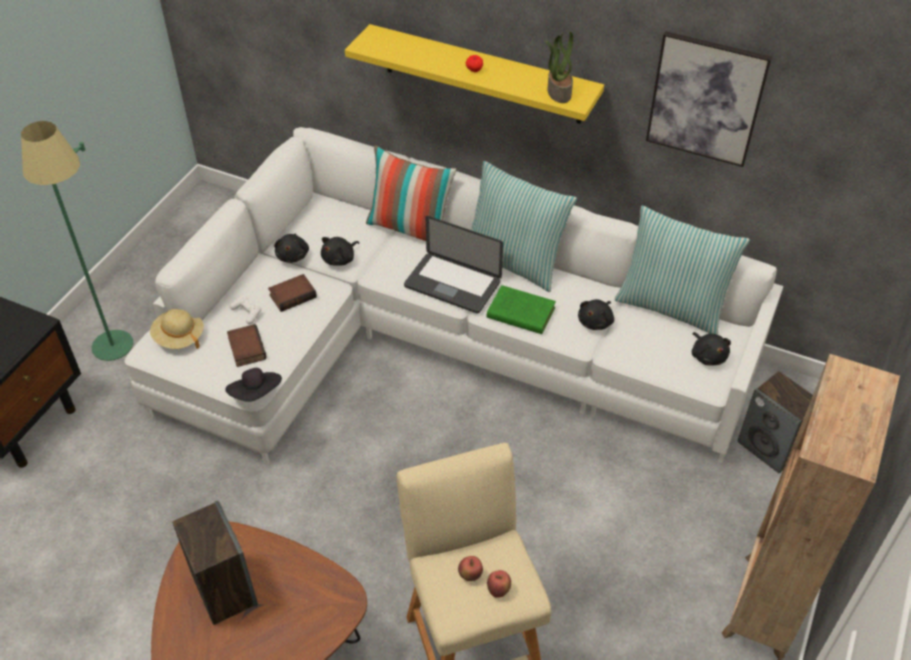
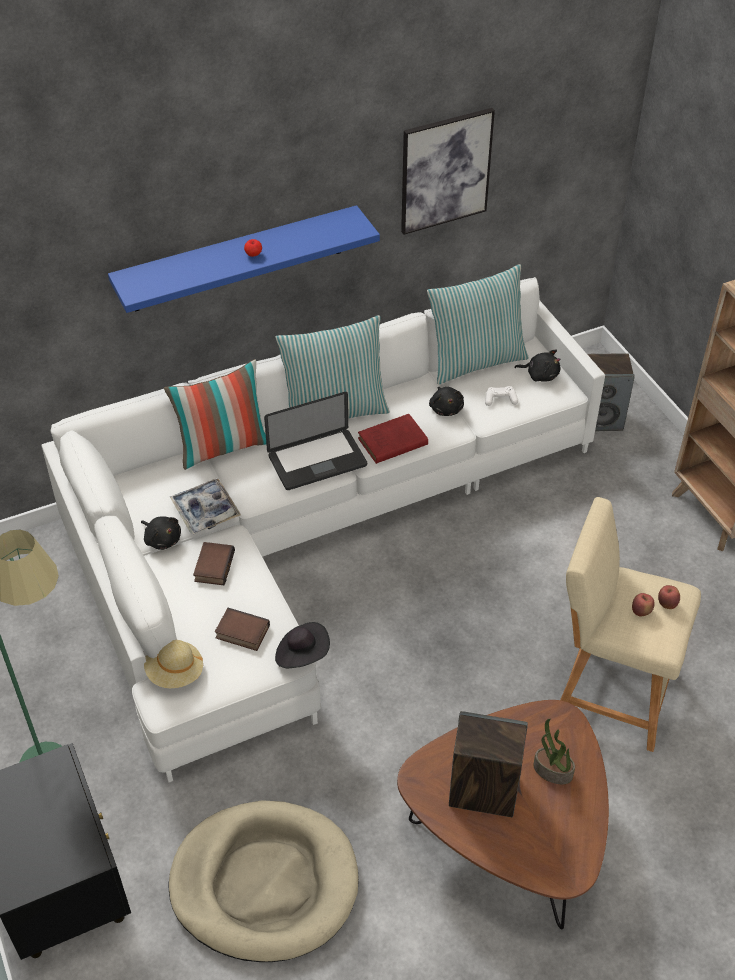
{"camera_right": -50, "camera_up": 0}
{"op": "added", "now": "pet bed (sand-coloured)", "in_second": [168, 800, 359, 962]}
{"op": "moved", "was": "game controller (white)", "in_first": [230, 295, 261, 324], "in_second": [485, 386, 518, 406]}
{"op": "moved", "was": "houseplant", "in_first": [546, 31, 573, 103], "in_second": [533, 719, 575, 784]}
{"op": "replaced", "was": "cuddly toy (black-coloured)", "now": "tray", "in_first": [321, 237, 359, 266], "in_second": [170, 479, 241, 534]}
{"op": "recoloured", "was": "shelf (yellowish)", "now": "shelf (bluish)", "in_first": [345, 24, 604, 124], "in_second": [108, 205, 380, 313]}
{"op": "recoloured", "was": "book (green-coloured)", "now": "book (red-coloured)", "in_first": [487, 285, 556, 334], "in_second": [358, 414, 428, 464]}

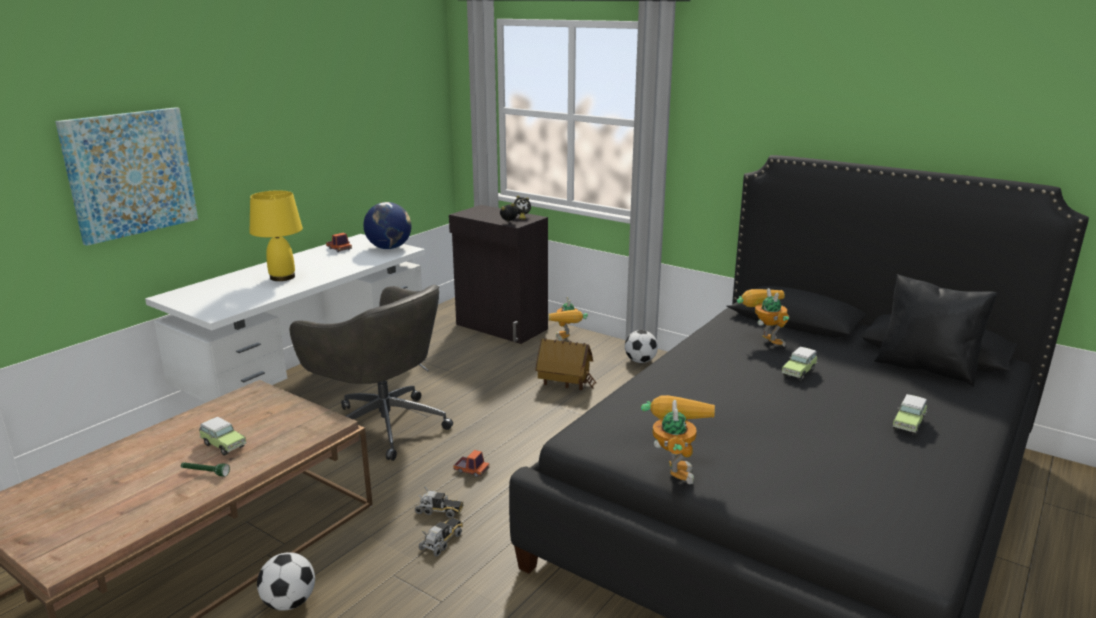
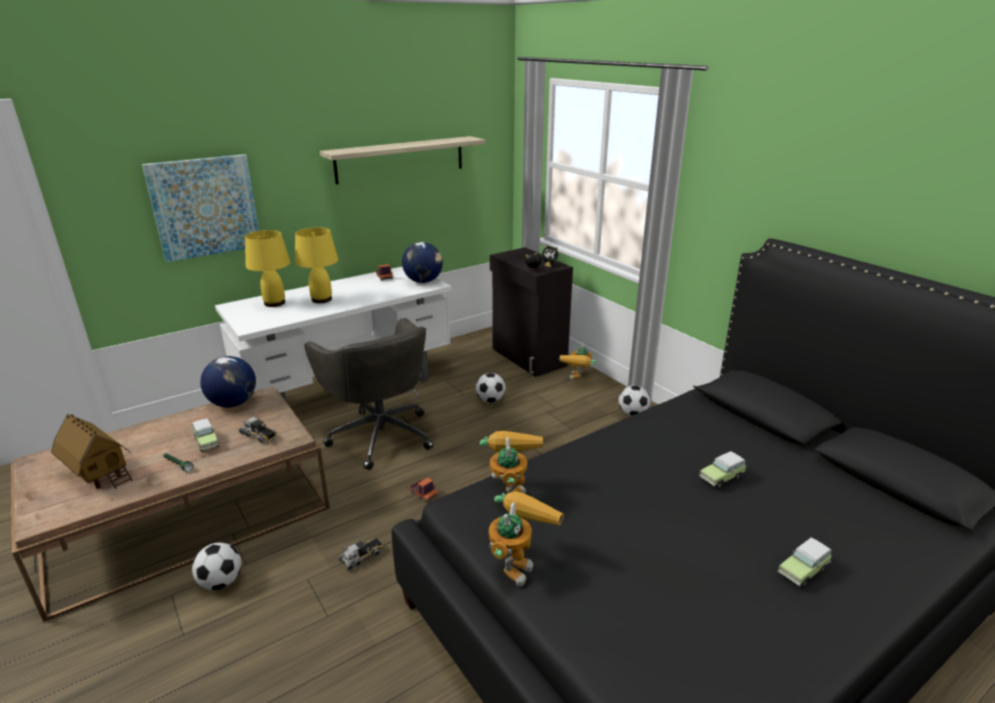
{"camera_right": 20, "camera_up": 5}
{"op": "removed", "was": "cushion (black-coloured)", "in_first": [874, 274, 998, 387]}
{"op": "added", "now": "globe", "in_second": [200, 356, 256, 407]}
{"op": "added", "now": "lamp for a table (yellowish)", "in_second": [245, 230, 290, 307]}
{"op": "added", "now": "shelf", "in_second": [320, 136, 485, 184]}
{"op": "added", "now": "football", "in_second": [476, 373, 506, 403]}
{"op": "moved", "was": "toy truck", "in_first": [415, 486, 464, 518], "in_second": [239, 413, 277, 443]}
{"op": "moved", "was": "miniature house", "in_first": [535, 338, 596, 390], "in_second": [51, 414, 133, 489]}
{"op": "moved", "was": "model robot", "in_first": [737, 288, 789, 347], "in_second": [480, 431, 543, 494]}

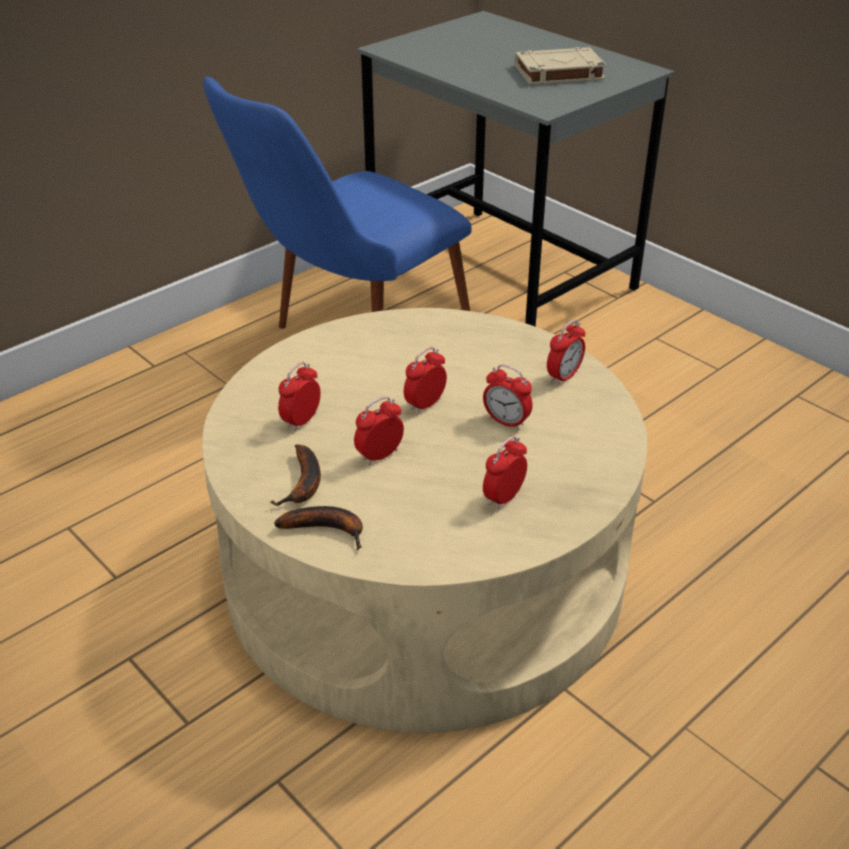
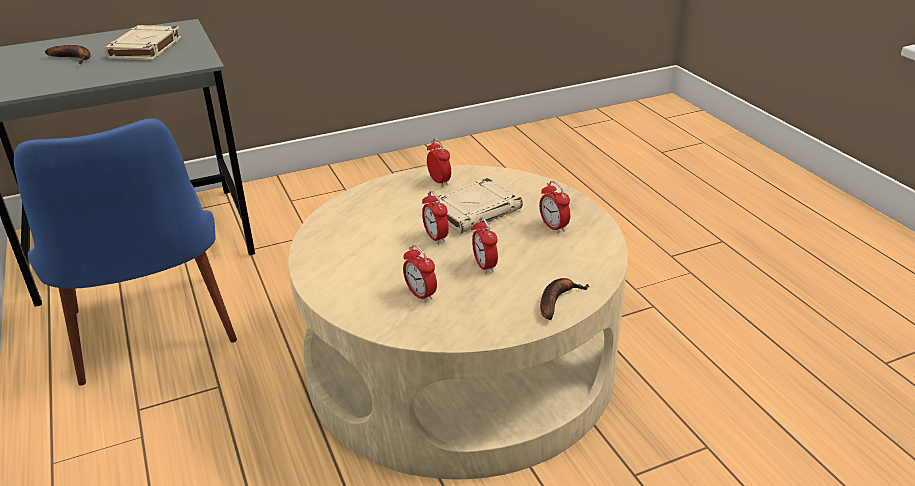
{"camera_right": -70, "camera_up": -5}
{"op": "moved", "was": "banana fruit", "in_first": [270, 444, 321, 506], "in_second": [45, 45, 91, 64]}
{"op": "replaced", "was": "alarm clock", "now": "book (sand-coloured)", "in_first": [483, 364, 533, 430], "in_second": [431, 178, 523, 234]}

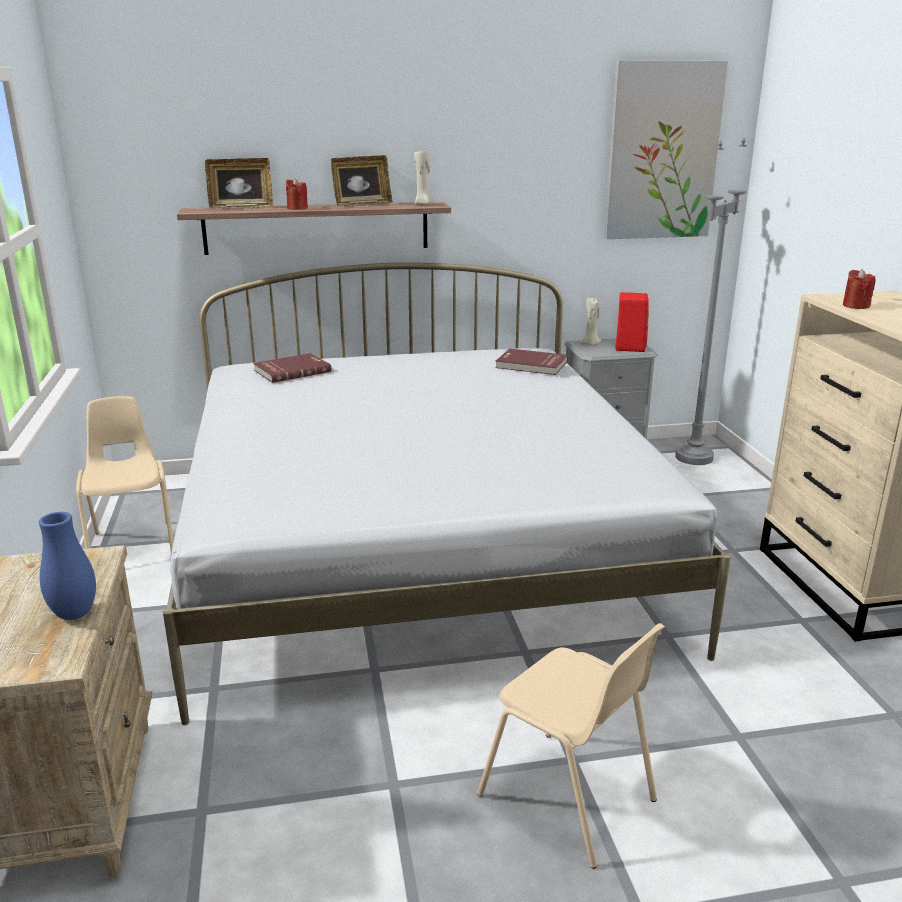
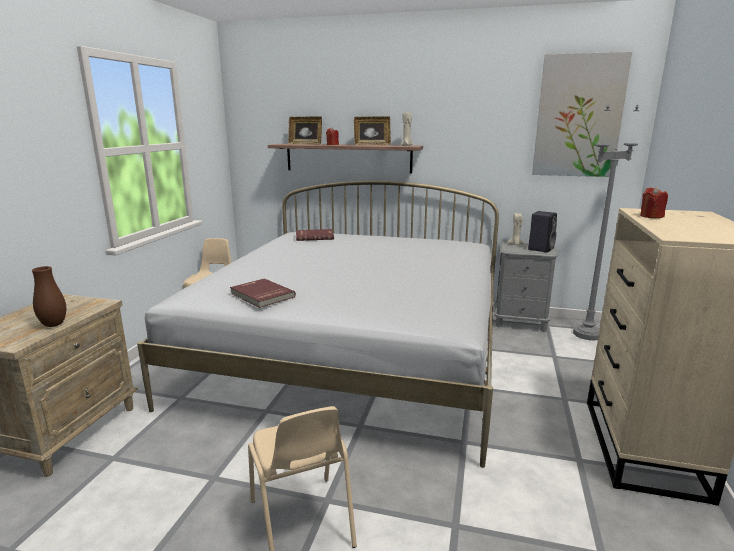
{"camera_right": 25, "camera_up": -5}
{"op": "moved", "was": "book (red-coloured)", "in_first": [495, 349, 568, 375], "in_second": [230, 278, 296, 308]}
{"op": "recoloured", "was": "decorative vase (bluish)", "now": "decorative vase (brown)", "in_first": [39, 512, 96, 620], "in_second": [32, 266, 66, 327]}
{"op": "recoloured", "was": "loudspeaker (red-coloured)", "now": "loudspeaker (black-coloured)", "in_first": [615, 292, 649, 352], "in_second": [528, 211, 557, 252]}

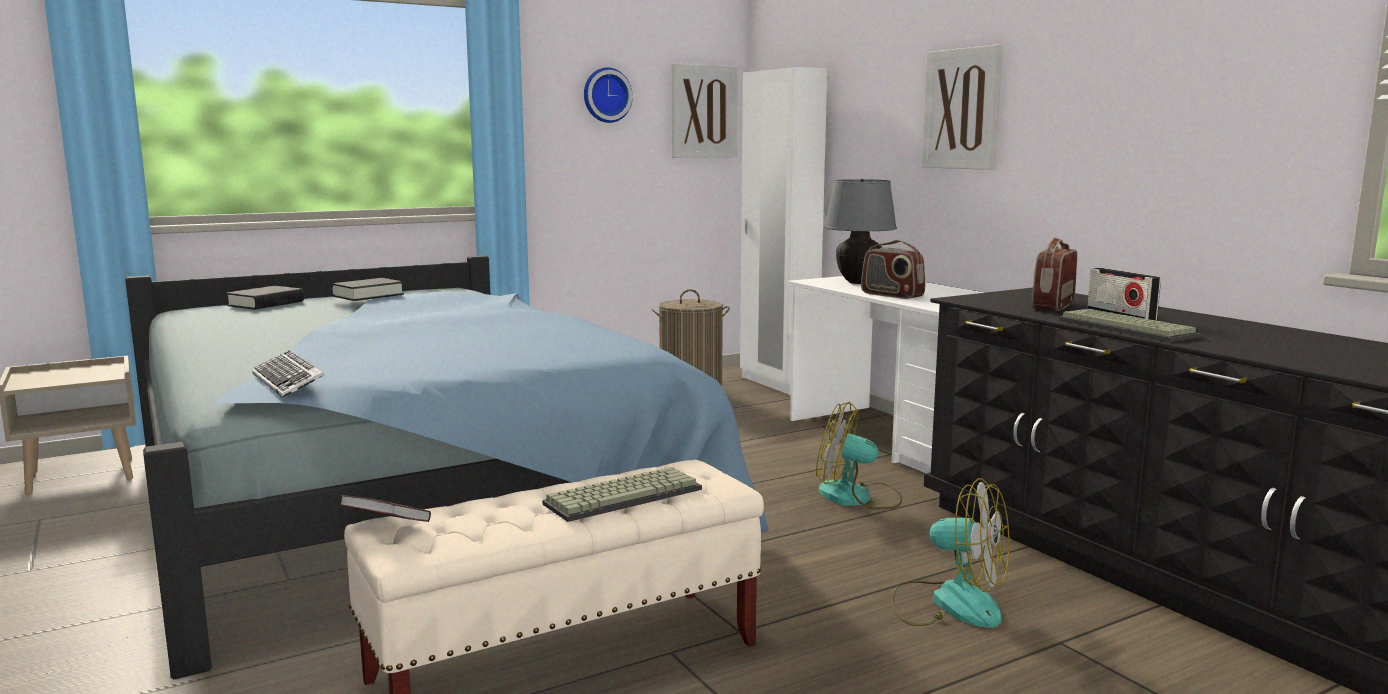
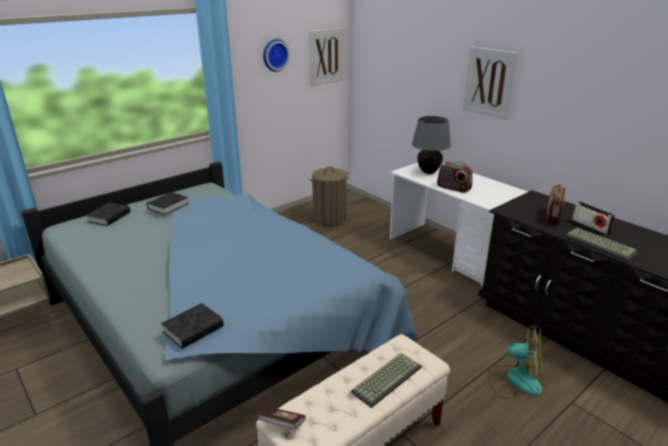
{"camera_right": -10, "camera_up": 15}
{"op": "removed", "was": "clothes cupboard (white)", "in_first": [740, 67, 827, 395]}
{"op": "removed", "was": "fan", "in_first": [816, 402, 902, 510]}
{"op": "replaced", "was": "keyboard", "now": "book (black-coloured)", "in_first": [252, 350, 325, 398], "in_second": [161, 303, 224, 349]}

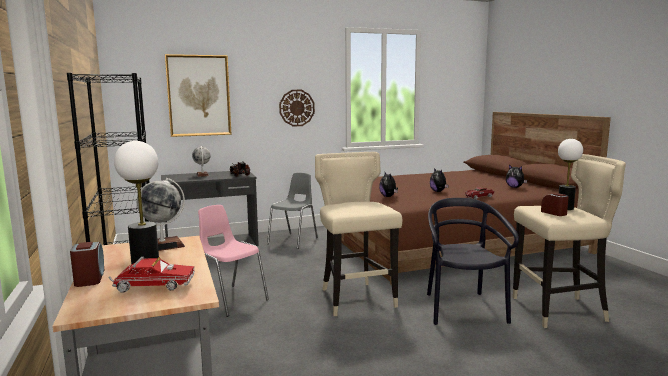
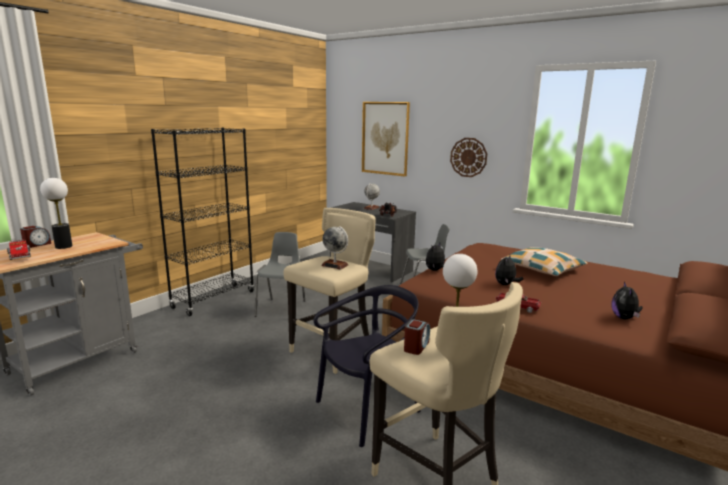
{"camera_right": 55, "camera_up": 5}
{"op": "added", "now": "cushion", "in_second": [501, 247, 587, 276]}
{"op": "moved", "was": "globe", "in_first": [137, 178, 185, 251], "in_second": [321, 226, 348, 270]}
{"op": "recoloured", "was": "upright chair (pink-coloured)", "now": "upright chair (gray)", "in_first": [198, 205, 269, 317], "in_second": [254, 232, 305, 317]}

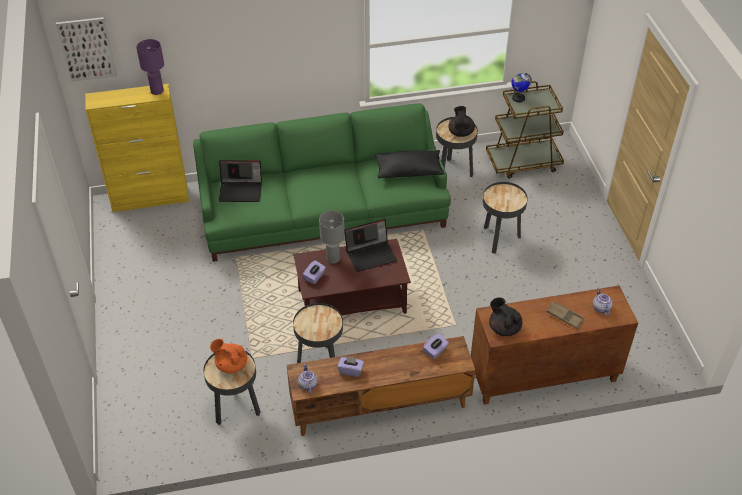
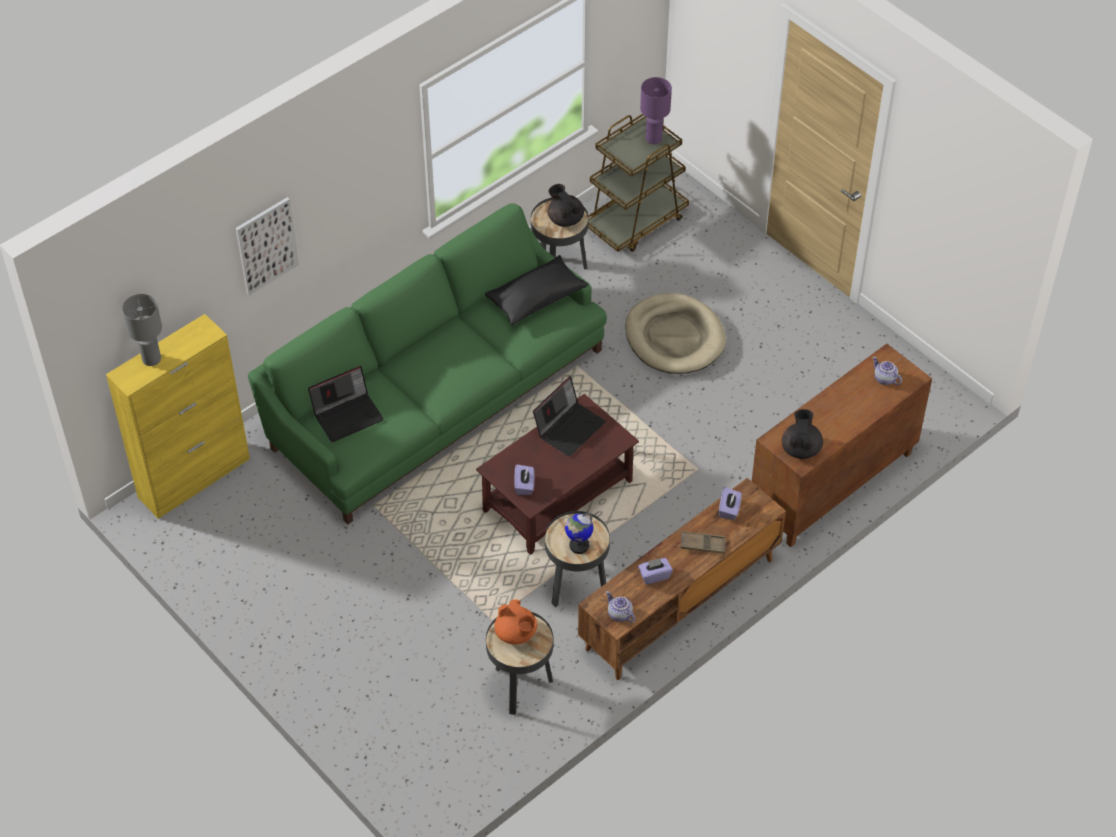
{"camera_right": -30, "camera_up": 5}
{"op": "moved", "was": "wall picture", "in_first": [56, 17, 117, 82], "in_second": [235, 197, 299, 295]}
{"op": "moved", "was": "lamp for a table (purple-coloured)", "in_first": [136, 39, 164, 95], "in_second": [640, 77, 672, 144]}
{"op": "moved", "was": "lamp for a table (gray)", "in_first": [319, 211, 345, 264], "in_second": [122, 294, 162, 366]}
{"op": "moved", "was": "globe", "in_first": [512, 73, 532, 102], "in_second": [565, 513, 593, 554]}
{"op": "moved", "was": "tray (brown)", "in_first": [547, 301, 584, 329], "in_second": [681, 531, 725, 554]}
{"op": "replaced", "was": "side table (black-coloured)", "now": "pet bed (sand-coloured)", "in_first": [482, 182, 528, 254], "in_second": [625, 293, 726, 374]}
{"op": "turned", "was": "tea pot (orange)", "in_first": [210, 339, 247, 374], "in_second": [494, 599, 537, 645], "clockwise": -120}
{"op": "turned", "was": "tea pot (black-coloured)", "in_first": [489, 297, 522, 336], "in_second": [782, 409, 823, 459], "clockwise": 75}

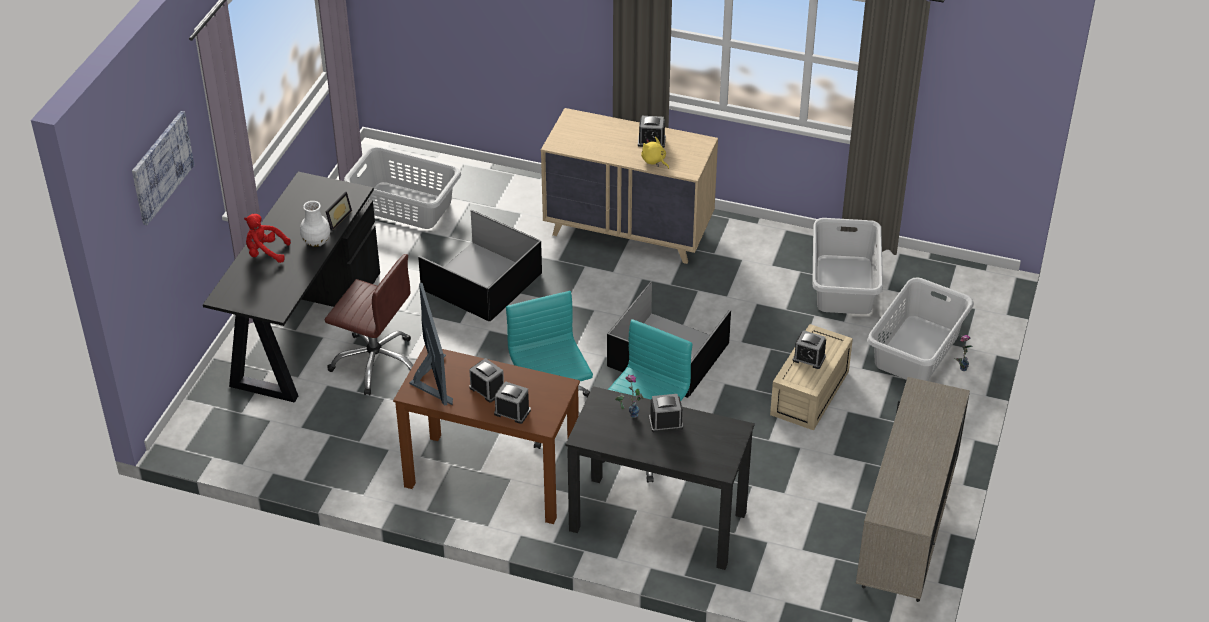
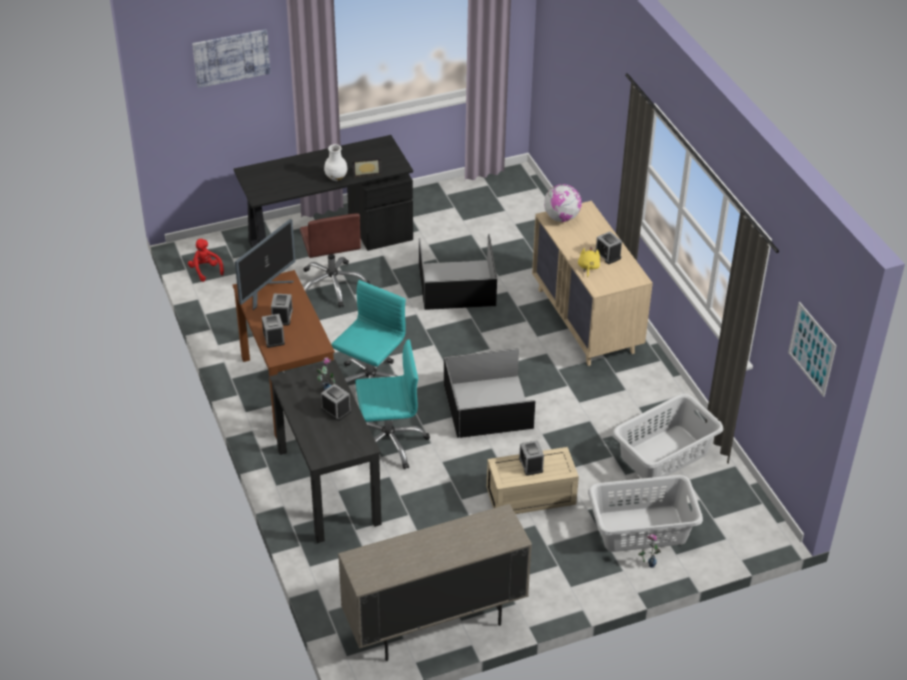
{"camera_right": 50, "camera_up": 0}
{"op": "removed", "was": "washing basket (gray)", "in_first": [344, 147, 461, 229]}
{"op": "added", "now": "globe", "in_second": [544, 184, 582, 222]}
{"op": "added", "now": "wall picture", "in_second": [788, 302, 837, 397]}
{"op": "moved", "was": "cuddly toy (red-coloured)", "in_first": [244, 214, 291, 263], "in_second": [188, 239, 224, 282]}

